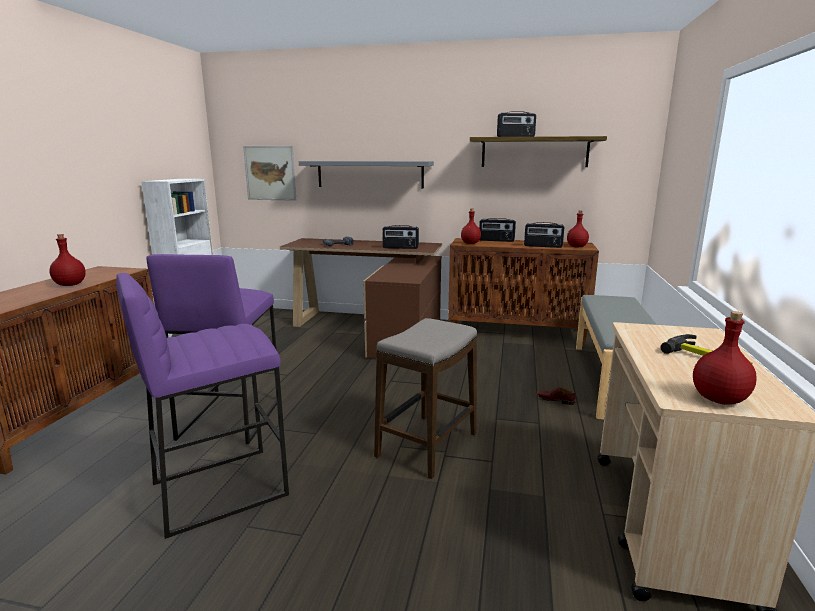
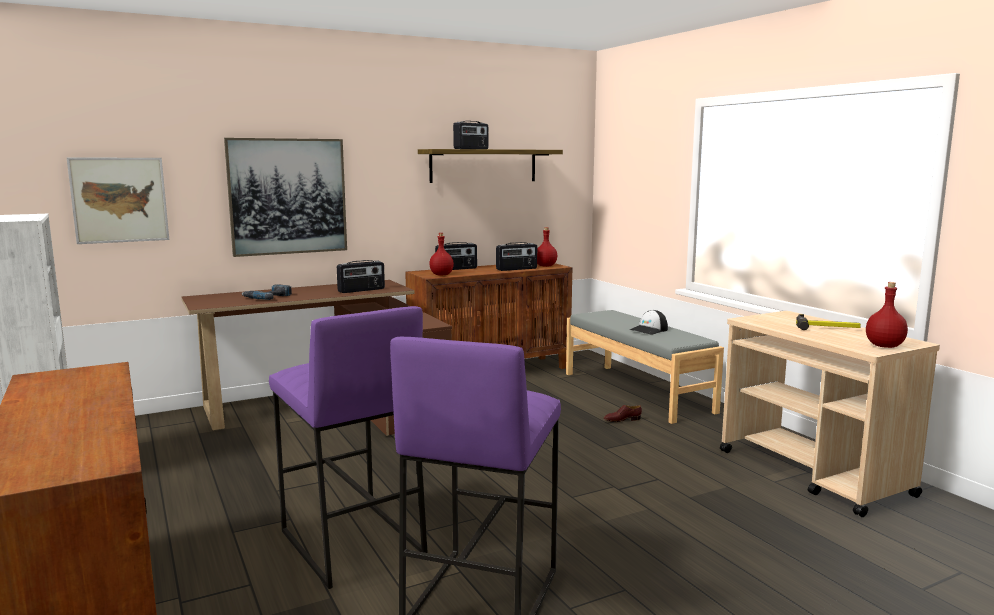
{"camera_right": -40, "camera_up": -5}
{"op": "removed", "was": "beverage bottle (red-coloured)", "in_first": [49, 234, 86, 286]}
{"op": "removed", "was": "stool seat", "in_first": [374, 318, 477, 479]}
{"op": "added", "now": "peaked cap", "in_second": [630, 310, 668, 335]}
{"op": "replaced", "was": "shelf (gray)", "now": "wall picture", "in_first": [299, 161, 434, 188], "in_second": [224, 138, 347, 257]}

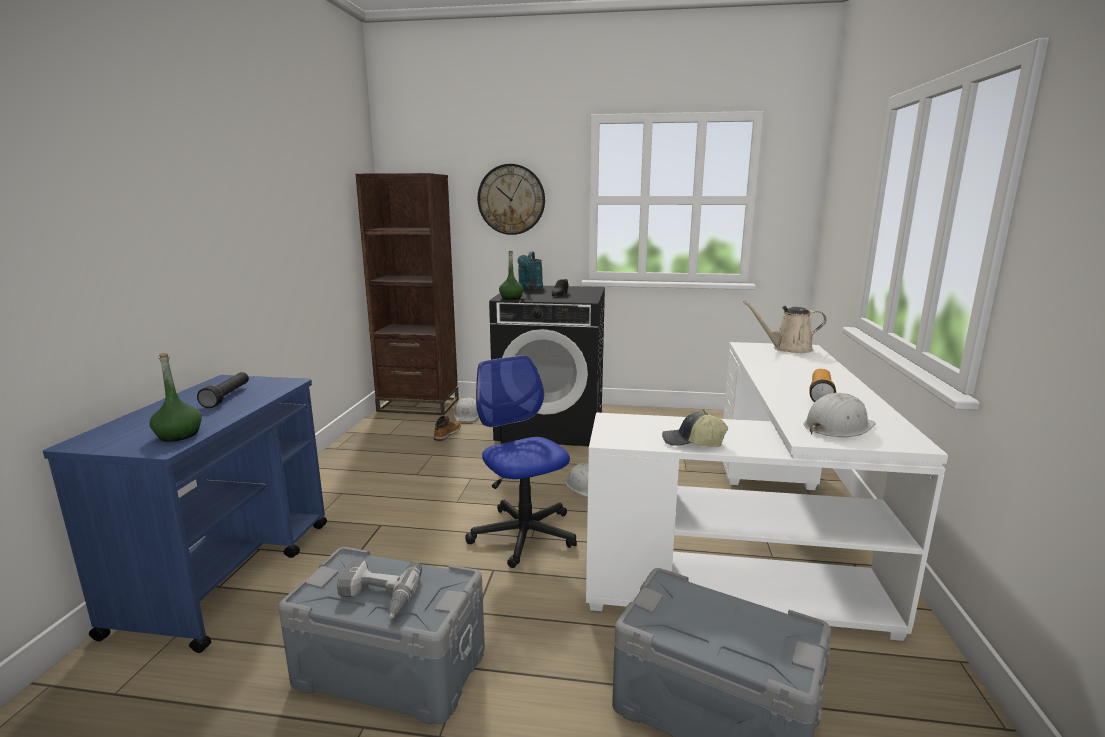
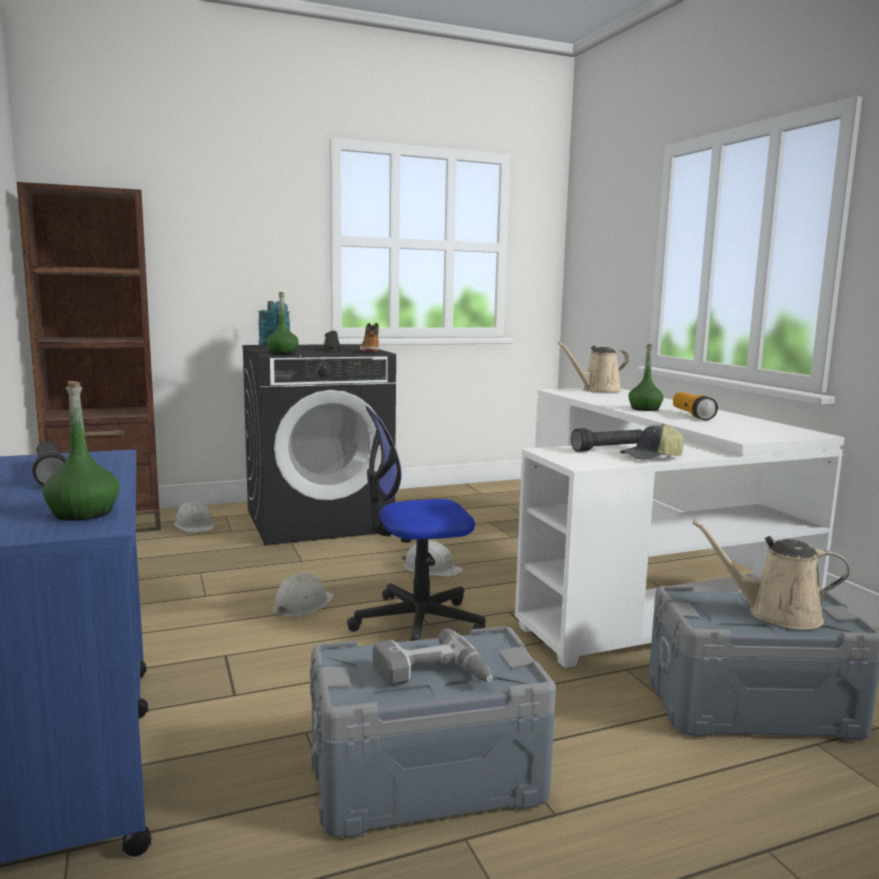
{"camera_right": -30, "camera_up": -5}
{"op": "removed", "was": "hanging clock", "in_first": [477, 164, 545, 235]}
{"op": "added", "now": "flashlight (black-coloured)", "in_second": [571, 428, 643, 452]}
{"op": "added", "now": "beverage bottle (green-coloured)", "in_second": [628, 344, 664, 411]}
{"op": "added", "now": "watering pot (sand-coloured)", "in_second": [692, 520, 850, 630]}
{"op": "moved", "was": "high-top boot", "in_first": [434, 416, 461, 441], "in_second": [360, 323, 379, 352]}
{"op": "moved", "was": "safety helmet (white)", "in_first": [803, 393, 876, 437], "in_second": [273, 574, 335, 617]}
{"op": "turned", "was": "desk chair", "in_first": [465, 355, 577, 568], "in_second": [347, 406, 485, 641], "clockwise": -45}

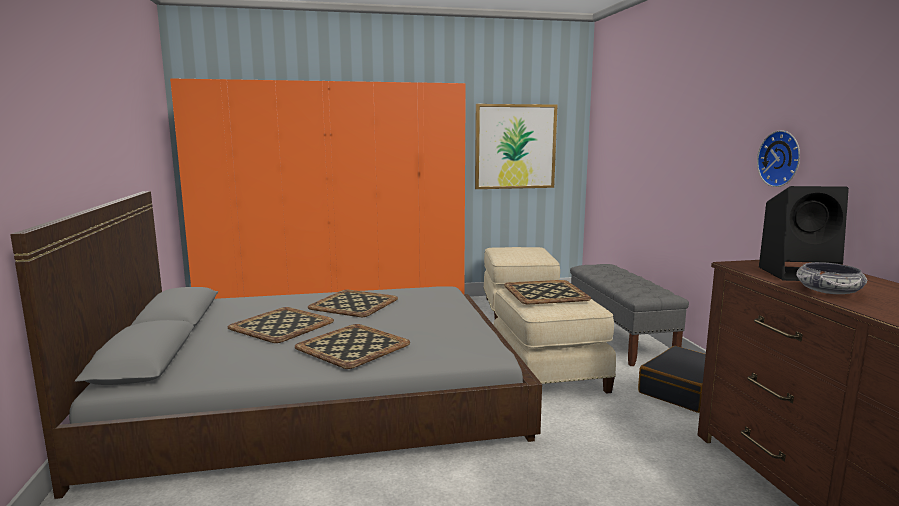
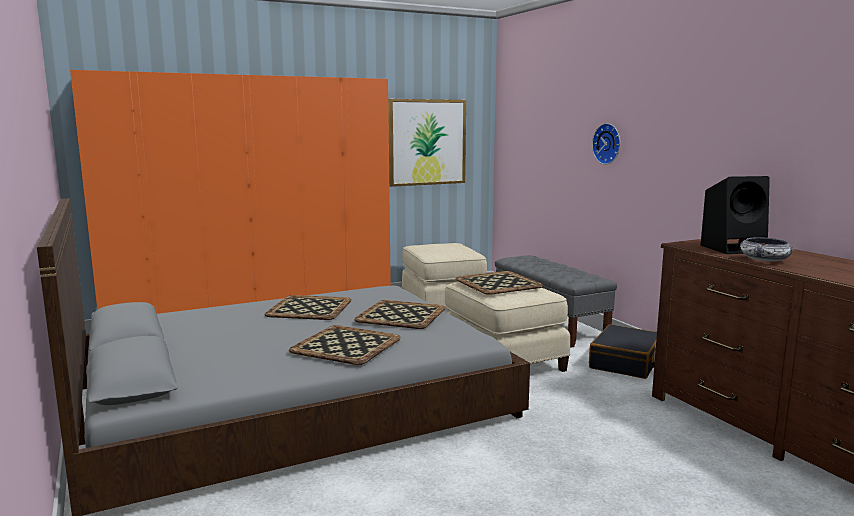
{"camera_right": -15, "camera_up": 0}
{"op": "moved", "was": "tray", "in_first": [228, 307, 334, 343], "in_second": [354, 300, 445, 329]}
{"op": "moved", "was": "hanging clock", "in_first": [757, 130, 800, 187], "in_second": [592, 123, 620, 164]}

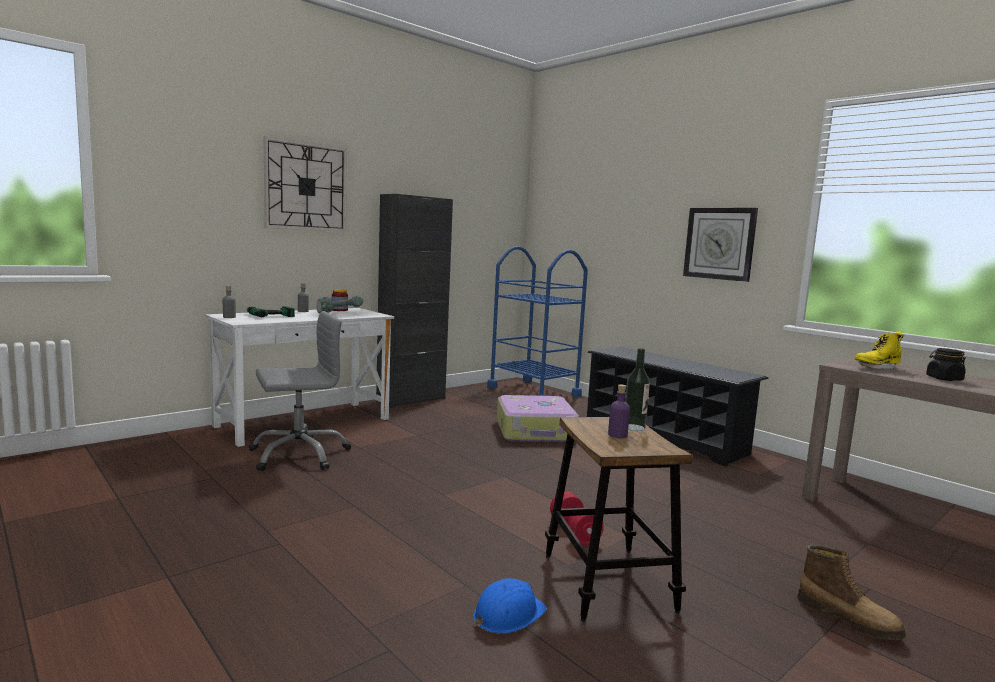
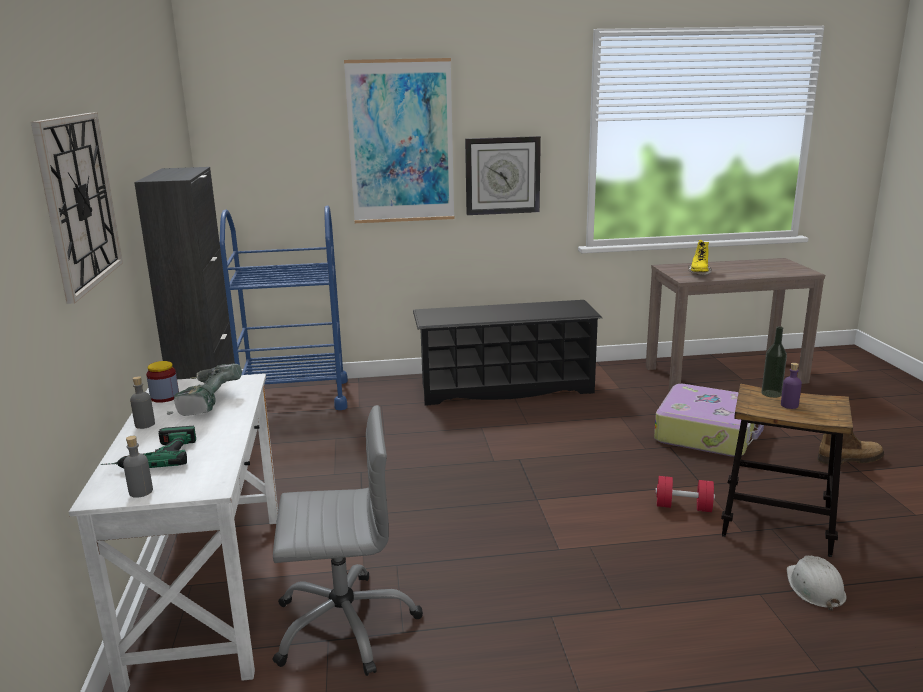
{"camera_right": -55, "camera_up": 10}
{"op": "removed", "was": "preserve jar (black-coloured)", "in_first": [926, 348, 966, 381]}
{"op": "added", "now": "wall picture", "in_second": [344, 58, 455, 223]}
{"op": "moved", "was": "suitcase", "in_first": [497, 395, 579, 442], "in_second": [654, 384, 764, 457]}
{"op": "recoloured", "was": "safety helmet (bluish)", "now": "safety helmet (white)", "in_first": [473, 578, 547, 634], "in_second": [787, 555, 847, 611]}
{"op": "turned", "was": "desk chair (gray)", "in_first": [249, 311, 351, 471], "in_second": [272, 405, 423, 676], "clockwise": 75}

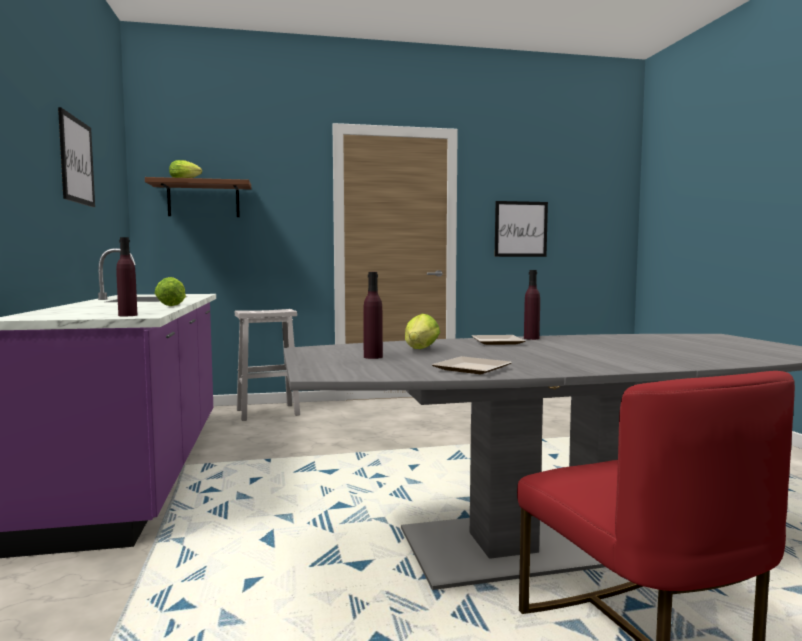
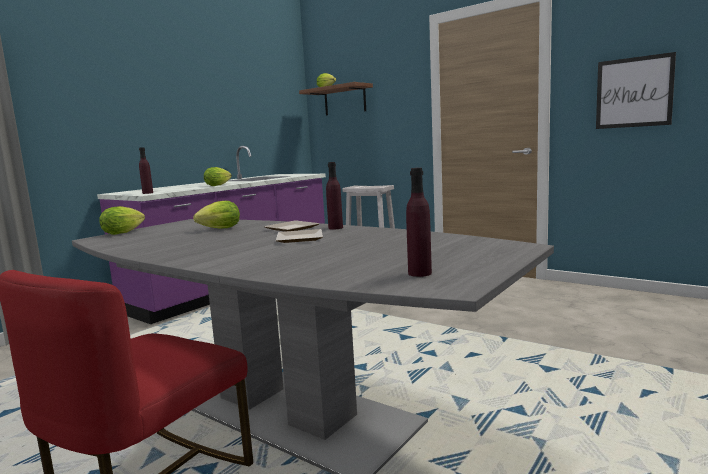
{"camera_right": 50, "camera_up": 5}
{"op": "removed", "was": "wall picture", "in_first": [58, 107, 95, 207]}
{"op": "added", "now": "lettuce", "in_second": [99, 206, 145, 235]}
{"op": "moved", "was": "beverage bottle (purple-coloured)", "in_first": [363, 272, 383, 359], "in_second": [406, 168, 432, 277]}
{"op": "moved", "was": "flat dish", "in_first": [432, 356, 512, 374], "in_second": [276, 229, 323, 243]}

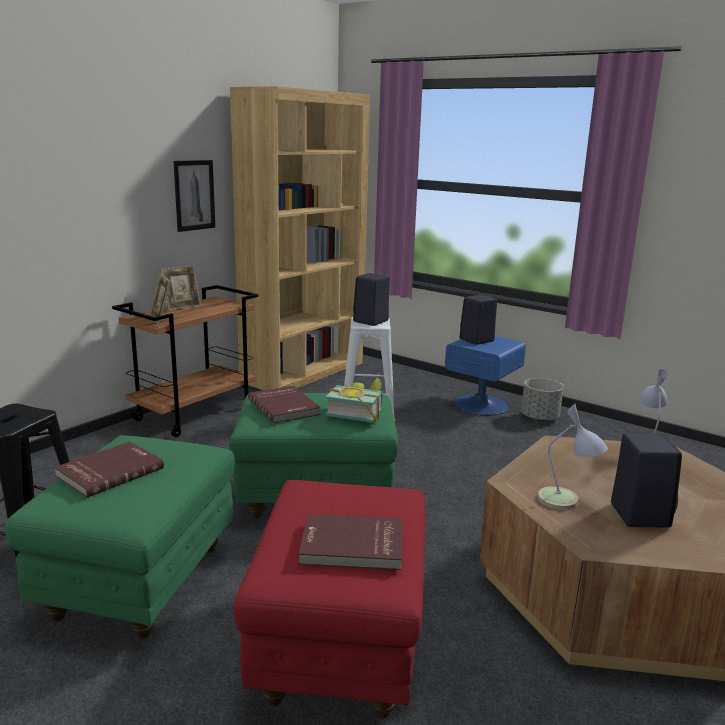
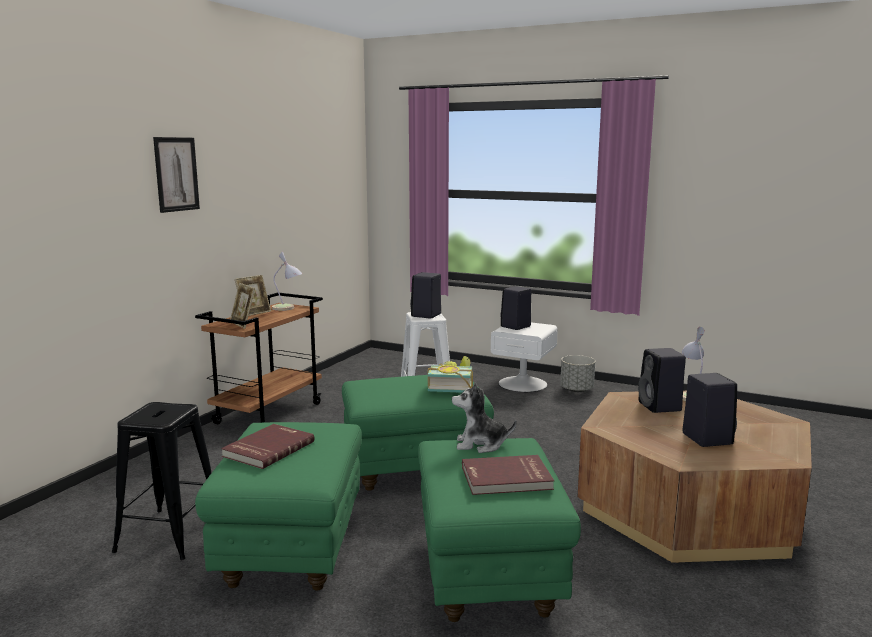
{"camera_right": -10, "camera_up": -5}
{"op": "removed", "was": "bookshelf (brown)", "in_first": [230, 86, 370, 390]}
{"op": "removed", "was": "book (red-coloured)", "in_first": [248, 386, 321, 423]}
{"op": "added", "now": "cuddly toy", "in_second": [452, 382, 516, 453]}
{"op": "added", "now": "loudspeaker (black-coloured)", "in_second": [638, 348, 686, 413]}
{"op": "moved", "was": "wall picture", "in_first": [173, 160, 215, 232], "in_second": [153, 137, 200, 213]}
{"op": "moved", "was": "lamp for a table", "in_first": [537, 404, 608, 510], "in_second": [272, 251, 302, 311]}
{"op": "recoloured", "was": "footrest (red-coloured)", "now": "footrest (green-coloured)", "in_first": [234, 480, 426, 718], "in_second": [418, 438, 581, 622]}
{"op": "recoloured", "was": "night table (bluish)", "now": "night table (white)", "in_first": [445, 336, 526, 415], "in_second": [491, 322, 558, 392]}

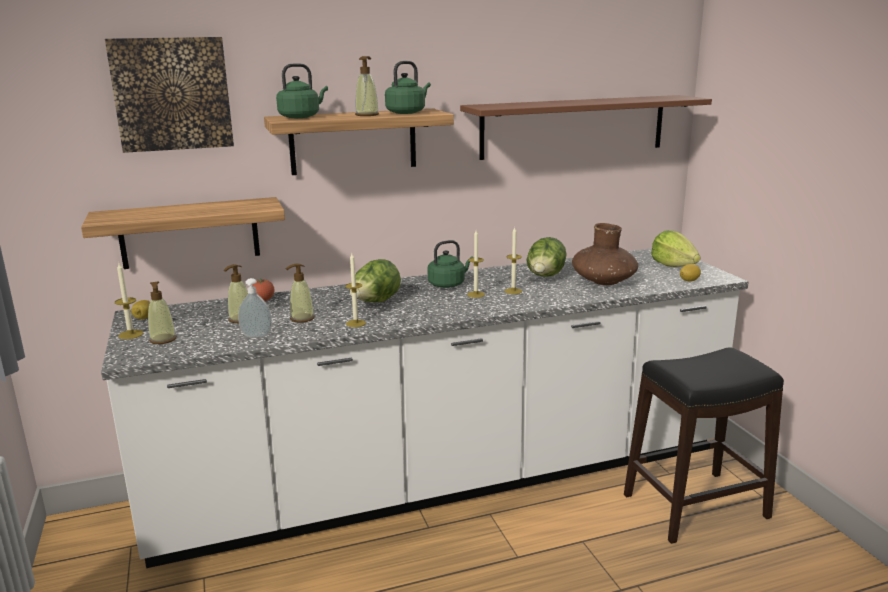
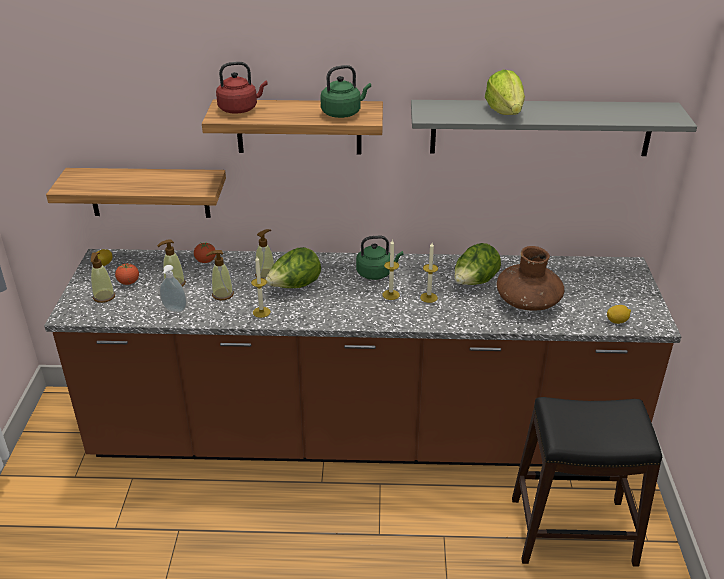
{"camera_right": 20, "camera_up": 15}
{"op": "removed", "was": "wall picture", "in_first": [105, 37, 234, 153]}
{"op": "removed", "was": "wax light", "in_first": [115, 263, 144, 339]}
{"op": "added", "now": "whole tomato", "in_second": [115, 263, 139, 285]}
{"op": "moved", "was": "liquid soap bottle", "in_first": [355, 56, 379, 116], "in_second": [255, 229, 274, 279]}
{"op": "moved", "was": "lettuce", "in_first": [651, 230, 700, 267], "in_second": [485, 70, 525, 115]}
{"op": "recoloured", "was": "kitchen counter (white)", "now": "kitchen counter (brown)", "in_first": [101, 248, 749, 568], "in_second": [44, 249, 681, 467]}
{"op": "recoloured", "was": "kettle (green-coloured)", "now": "kettle (red-coloured)", "in_first": [276, 63, 328, 118], "in_second": [216, 62, 268, 114]}
{"op": "recoloured", "was": "shelf (brown)", "now": "shelf (gray)", "in_first": [460, 95, 712, 160], "in_second": [411, 100, 697, 156]}

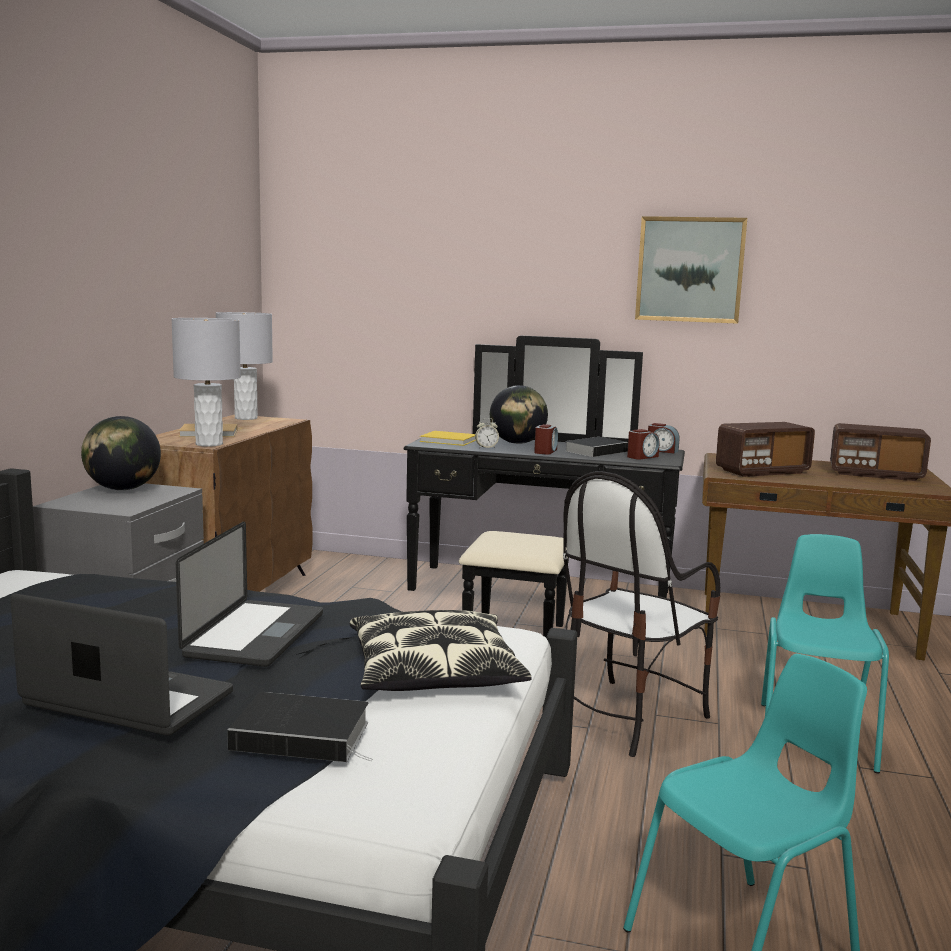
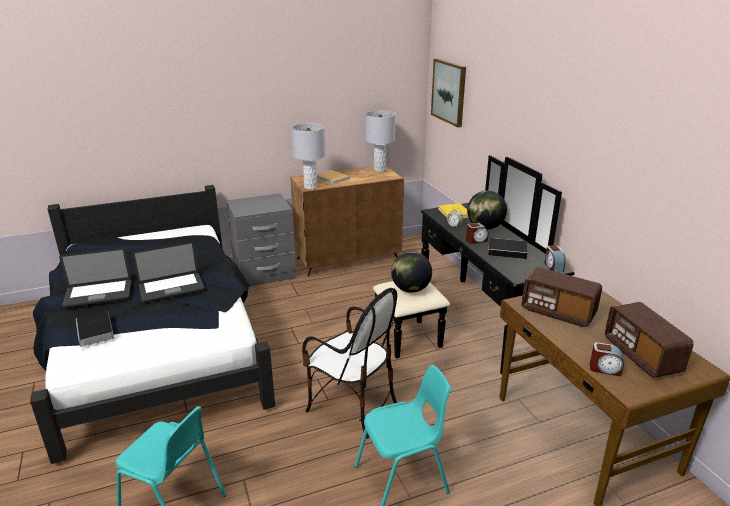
{"camera_right": 55, "camera_up": 15}
{"op": "removed", "was": "cushion", "in_first": [350, 610, 532, 691]}
{"op": "moved", "was": "globe", "in_first": [81, 416, 161, 490], "in_second": [391, 252, 432, 293]}
{"op": "moved", "was": "alarm clock", "in_first": [627, 429, 659, 460], "in_second": [590, 342, 624, 376]}
{"op": "moved", "was": "wall picture", "in_first": [635, 216, 747, 324], "in_second": [431, 58, 466, 127]}
{"op": "turned", "was": "portable computer", "in_first": [10, 594, 233, 736], "in_second": [59, 248, 131, 308], "clockwise": 90}
{"op": "turned", "was": "upright chair", "in_first": [563, 471, 720, 757], "in_second": [302, 288, 397, 439], "clockwise": -150}

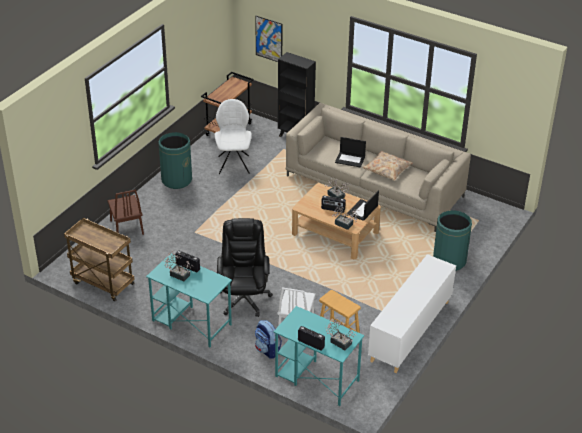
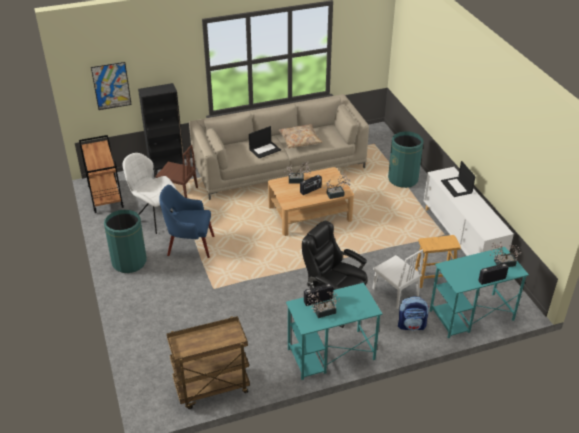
{"camera_right": -50, "camera_up": 0}
{"op": "added", "now": "lounge chair (bluish)", "in_second": [159, 185, 214, 258]}
{"op": "moved", "was": "upright chair (brown)", "in_first": [107, 190, 144, 235], "in_second": [155, 145, 198, 198]}
{"op": "moved", "was": "portable computer", "in_first": [347, 191, 379, 221], "in_second": [441, 161, 476, 197]}

